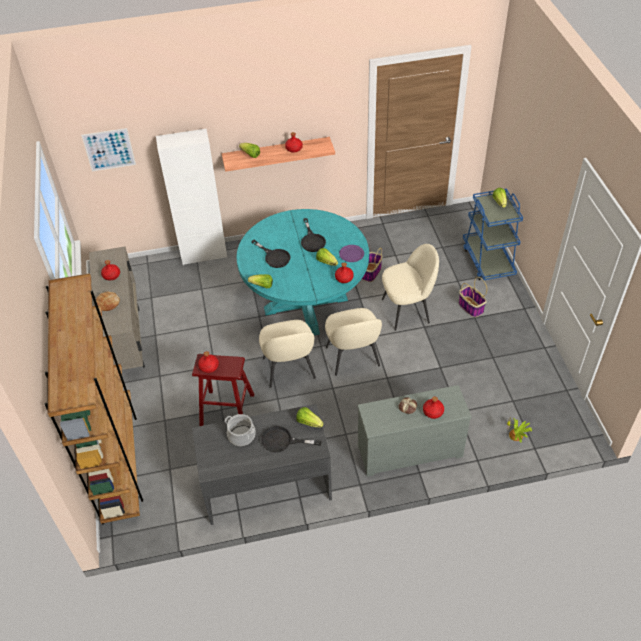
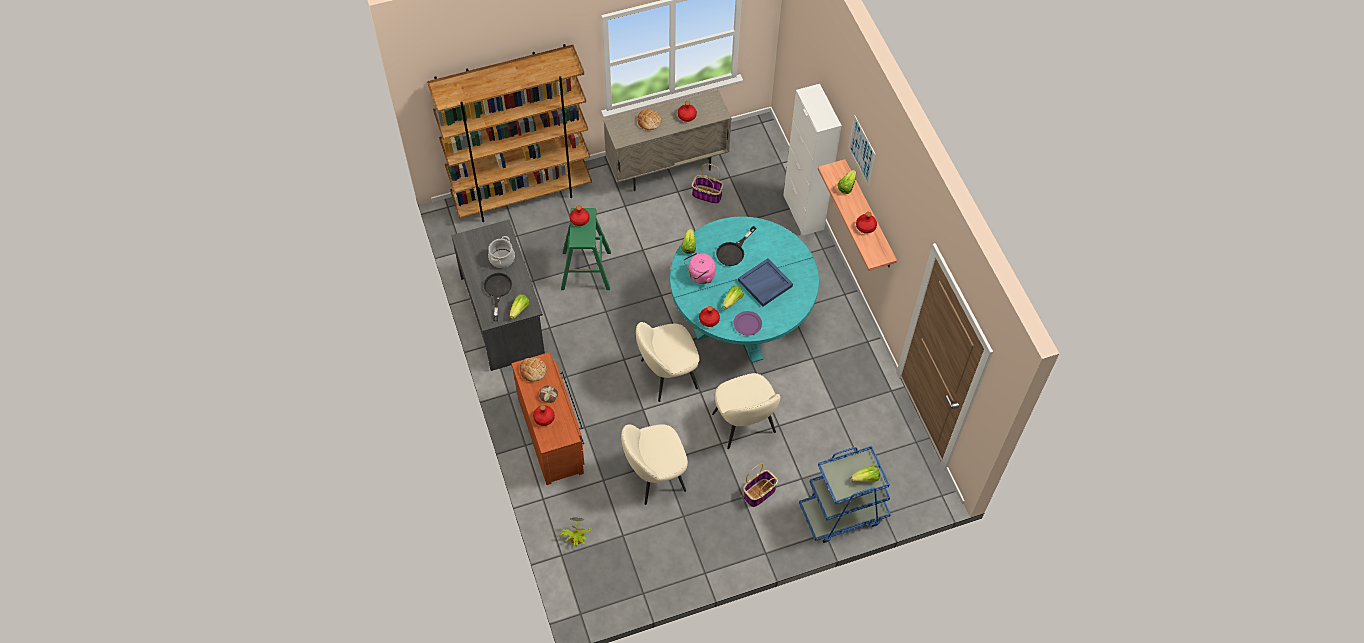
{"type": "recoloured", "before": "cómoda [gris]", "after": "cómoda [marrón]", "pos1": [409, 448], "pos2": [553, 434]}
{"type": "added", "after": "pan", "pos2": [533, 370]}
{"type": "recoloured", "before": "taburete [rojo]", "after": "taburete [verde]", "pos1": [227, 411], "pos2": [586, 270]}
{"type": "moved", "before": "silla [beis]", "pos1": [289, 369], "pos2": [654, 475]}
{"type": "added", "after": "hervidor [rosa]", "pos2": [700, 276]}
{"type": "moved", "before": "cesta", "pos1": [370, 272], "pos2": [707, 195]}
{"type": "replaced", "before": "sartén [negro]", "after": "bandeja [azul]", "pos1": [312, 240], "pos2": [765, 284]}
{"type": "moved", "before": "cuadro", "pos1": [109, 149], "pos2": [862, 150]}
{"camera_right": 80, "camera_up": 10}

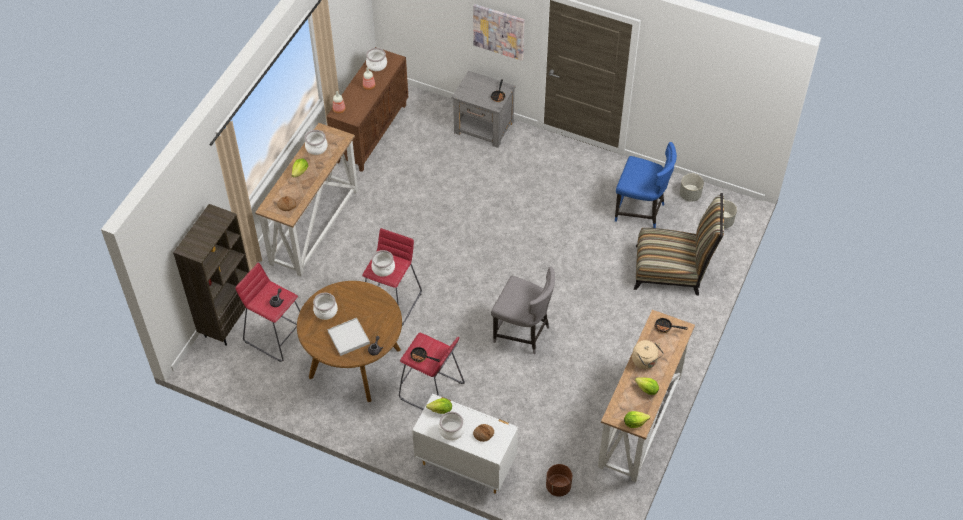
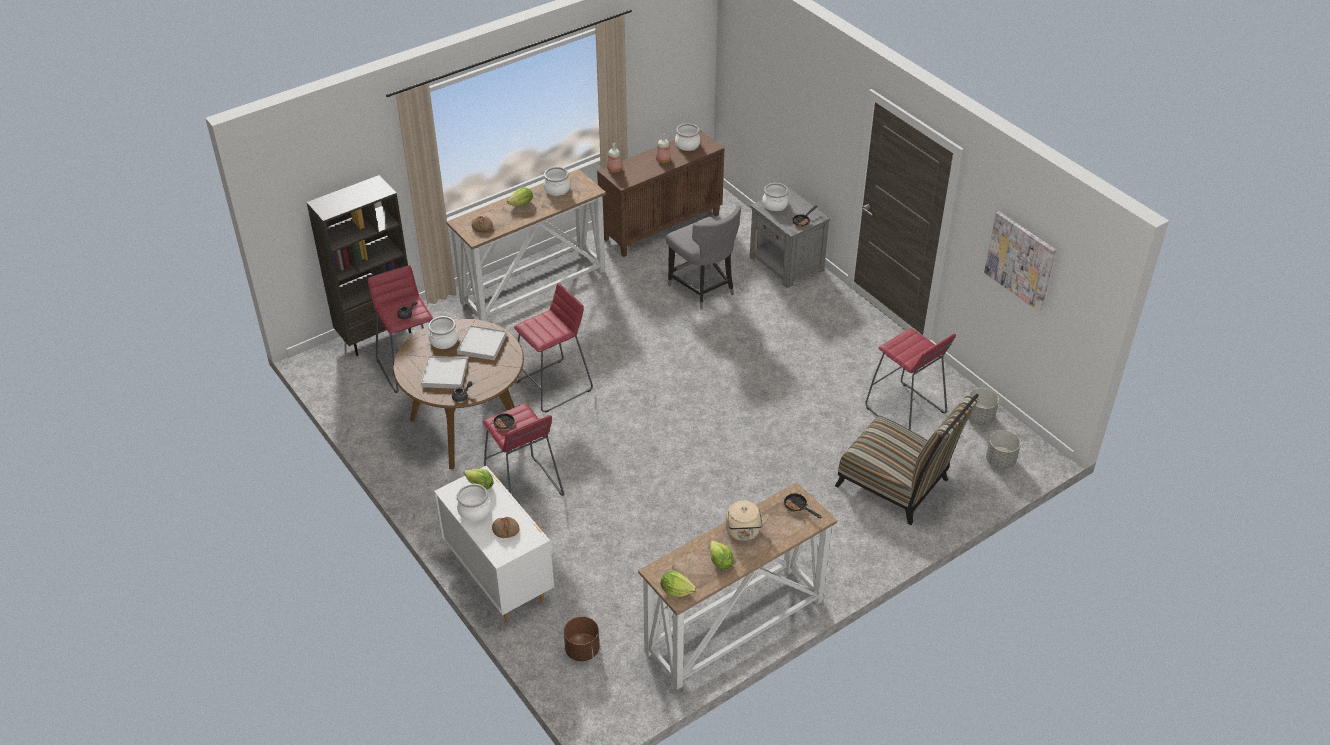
{"type": "added", "after": "bandeja [blanco]", "pos2": [482, 344]}
{"type": "moved", "before": "silla [gris]", "pos1": [523, 333], "pos2": [703, 289]}
{"type": "moved", "before": "olla", "pos1": [383, 268], "pos2": [775, 204]}
{"type": "replaced", "before": "silla [azul]", "after": "taburete [rojo]", "pos1": [641, 211], "pos2": [905, 411]}
{"type": "moved", "before": "cuadro", "pos1": [499, 31], "pos2": [1020, 260]}
{"camera_right": 30, "camera_up": -10}

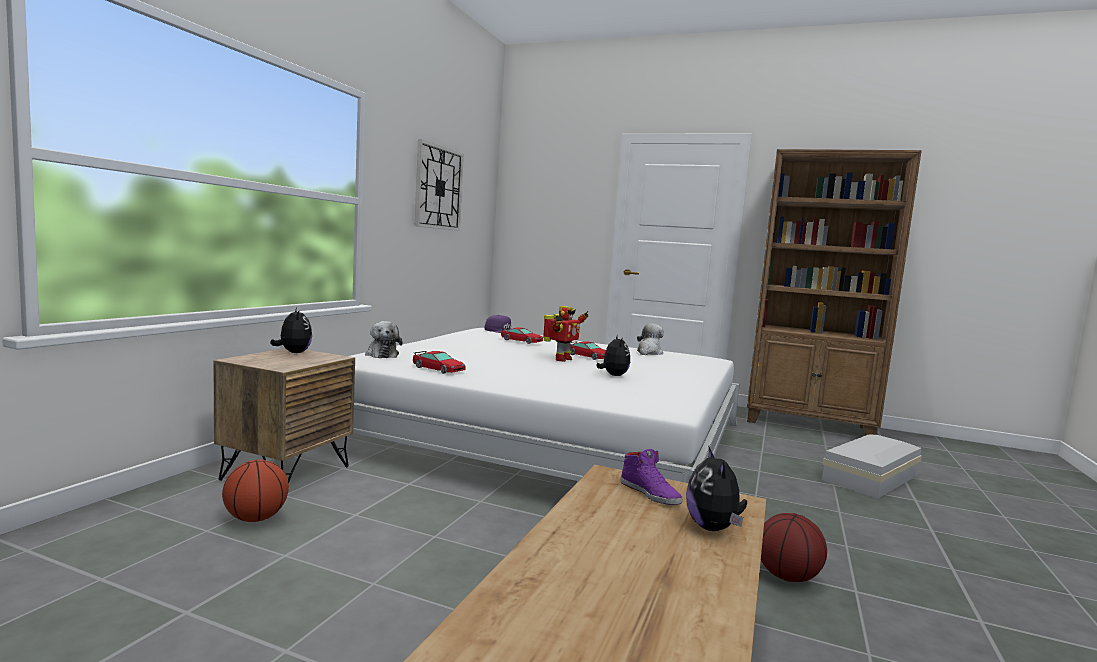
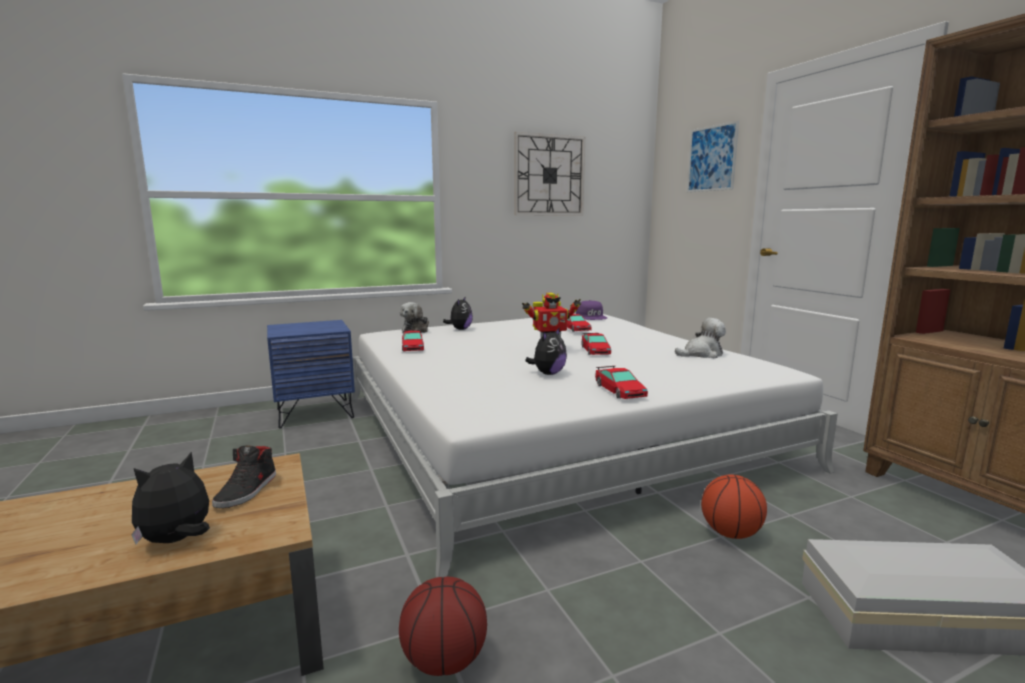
{"type": "recoloured", "before": "zapato [morado]", "after": "zapato [negro]", "pos1": [650, 493], "pos2": [247, 491]}
{"type": "recoloured", "before": "mesita de noche [marrón]", "after": "mesita de noche [azul]", "pos1": [285, 473], "pos2": [315, 413]}
{"type": "moved", "before": "peluche", "pos1": [293, 353], "pos2": [460, 329]}
{"type": "added", "after": "coche de juguete", "pos2": [619, 390]}
{"type": "added", "after": "cuadro", "pos2": [712, 158]}
{"type": "moved", "before": "balón de baloncesto", "pos1": [255, 519], "pos2": [730, 533]}
{"camera_right": 45, "camera_up": 5}

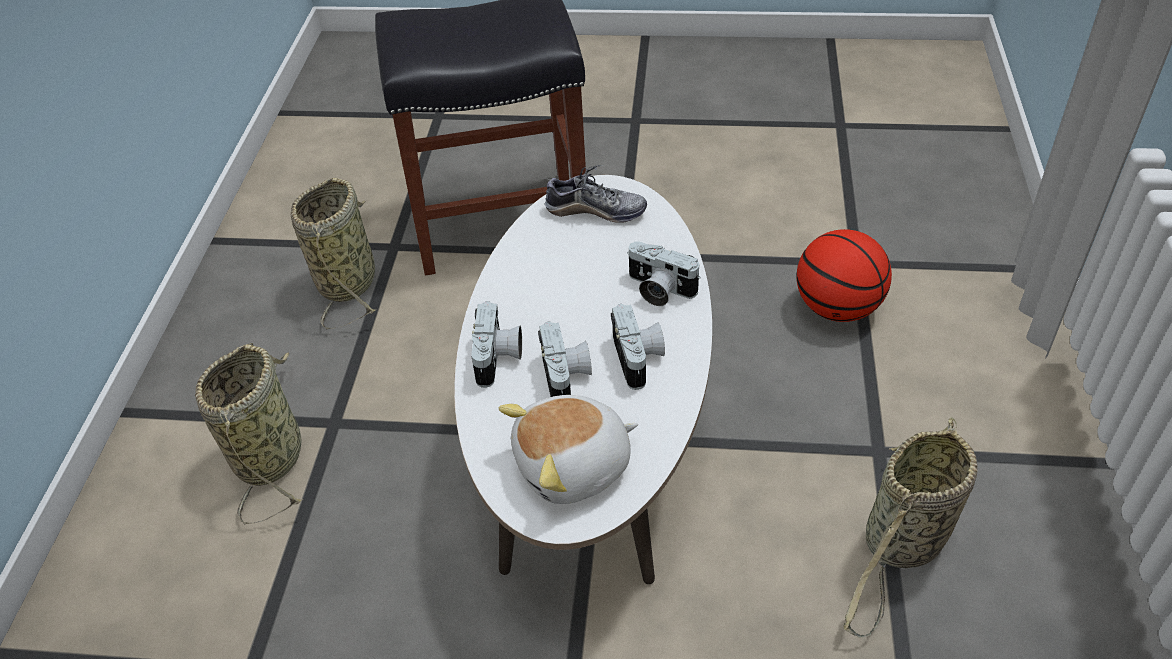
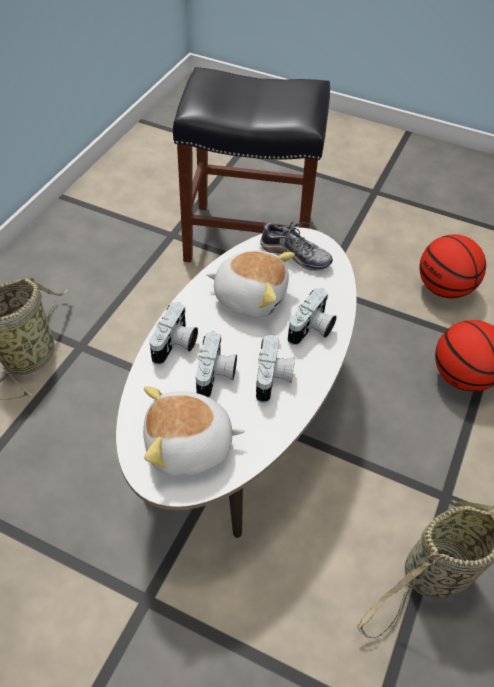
{"type": "added", "after": "peluche", "pos2": [250, 296]}
{"type": "turned", "before": "cámara", "pos1": [658, 290], "pos2": [312, 330], "turn": -105}
{"type": "added", "after": "balón de baloncesto", "pos2": [444, 288]}
{"type": "removed", "before": "cesta", "pos1": [348, 279]}
{"camera_right": 15, "camera_up": 5}

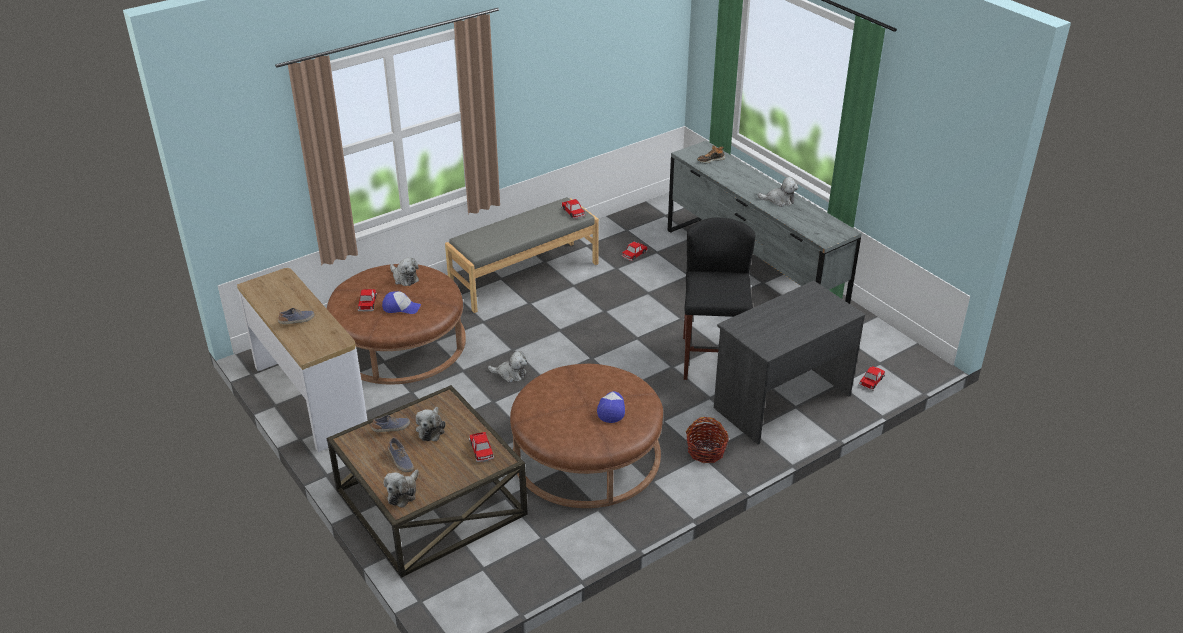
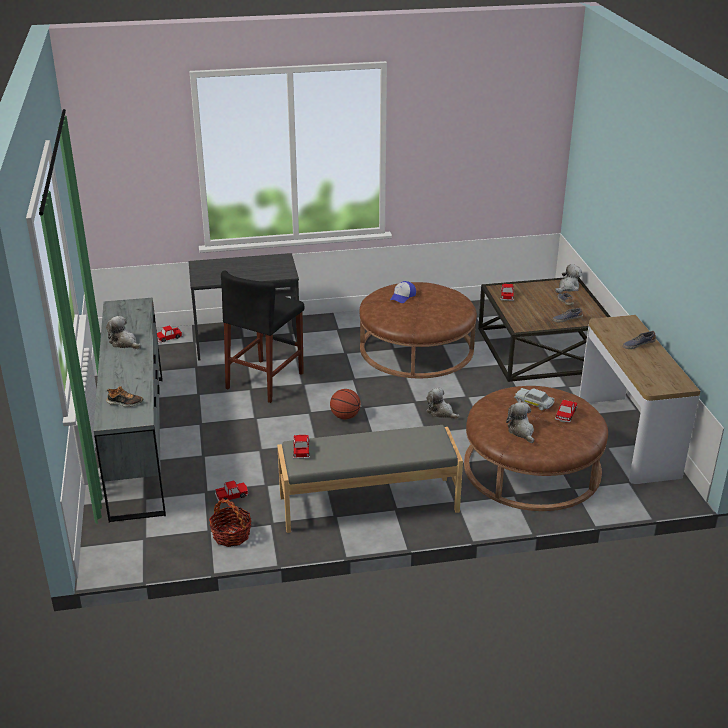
{"type": "moved", "before": "cesta", "pos1": [706, 451], "pos2": [231, 535]}
{"type": "added", "after": "balón de baloncesto", "pos2": [345, 416]}
{"type": "replaced", "before": "gorra", "after": "coche de juguete [blanco]", "pos1": [401, 307], "pos2": [533, 403]}
{"type": "removed", "before": "peluche", "pos1": [431, 429]}
{"camera_right": -155, "camera_up": -5}

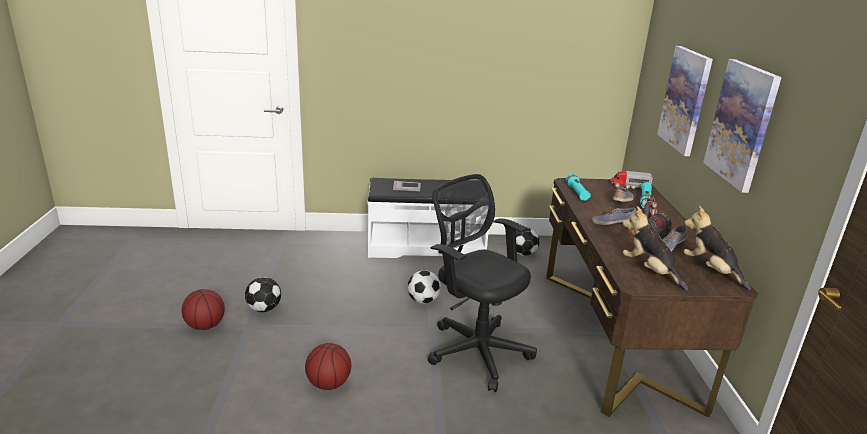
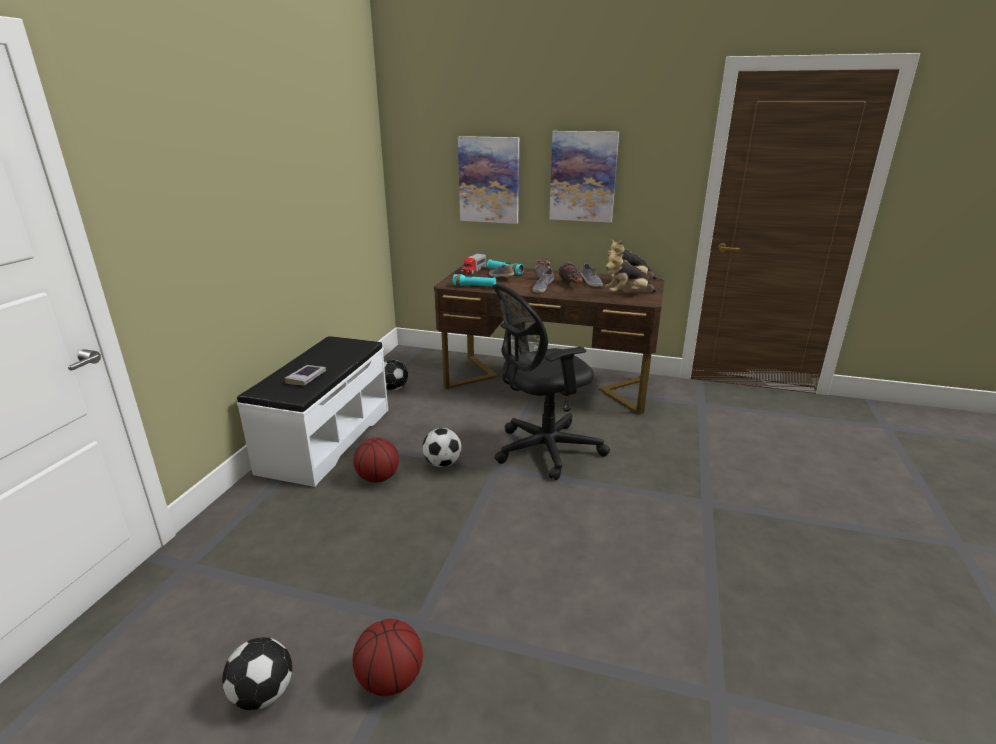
{"type": "moved", "before": "balón de fútbol", "pos1": [264, 309], "pos2": [263, 693]}
{"type": "moved", "before": "balón de baloncesto", "pos1": [329, 384], "pos2": [378, 478]}
{"camera_right": -70, "camera_up": 0}

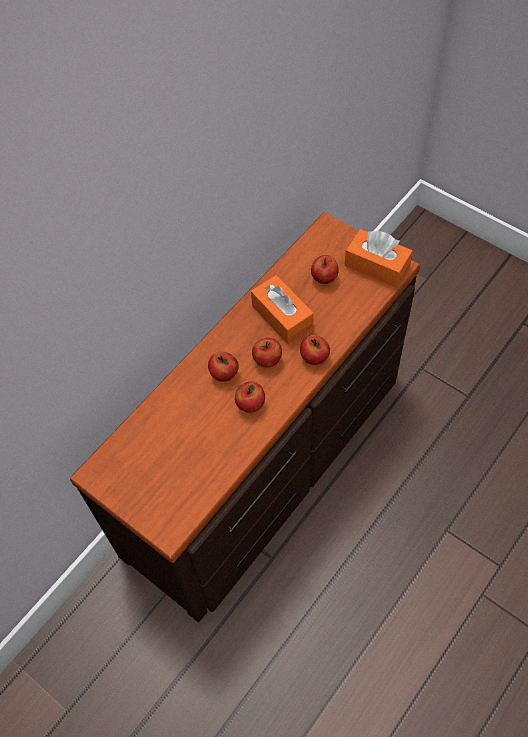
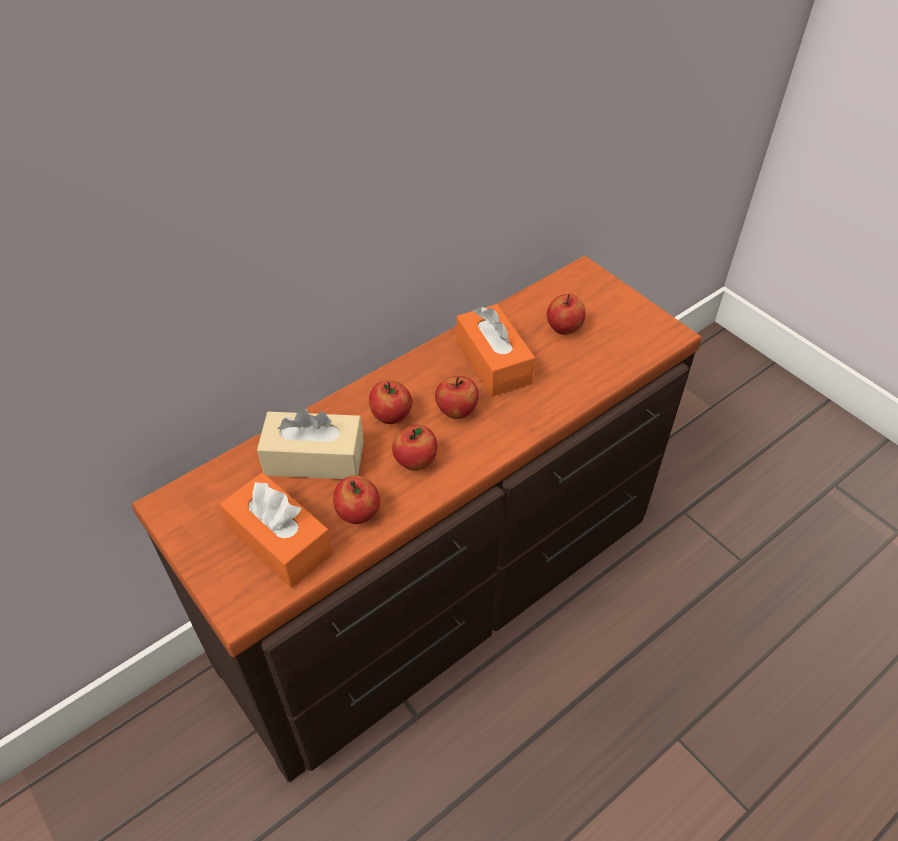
{"type": "moved", "before": "caja de pañuelos [naranja]", "pos1": [377, 266], "pos2": [279, 541]}
{"type": "added", "after": "caja de pañuelos [beis]", "pos2": [314, 458]}
{"type": "moved", "before": "manzana", "pos1": [314, 358], "pos2": [358, 514]}
{"camera_right": 10, "camera_up": -10}

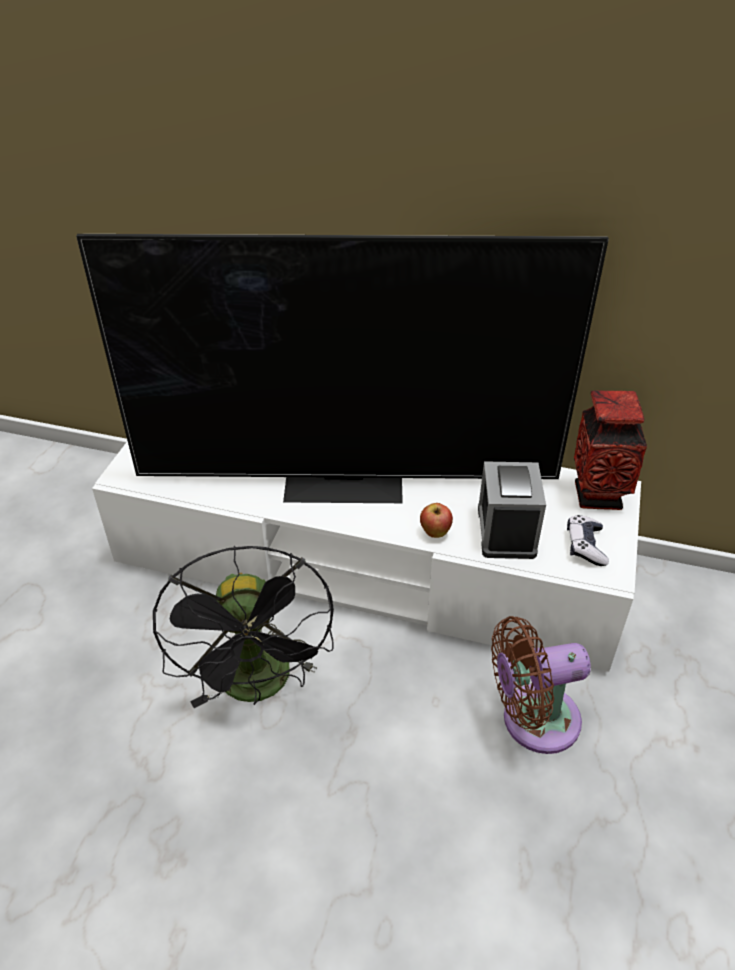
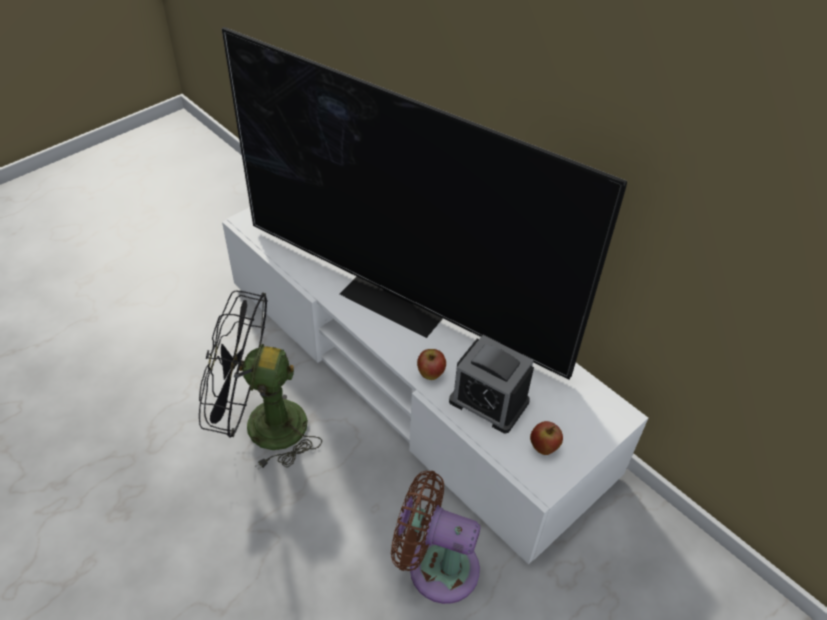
{"type": "turned", "before": "ventilador [negro]", "pos1": [259, 686], "pos2": [261, 426], "turn": 75}
{"type": "turned", "before": "despertador", "pos1": [506, 531], "pos2": [488, 401], "turn": -90}
{"type": "replaced", "before": "mando de consola", "after": "manzana", "pos1": [585, 546], "pos2": [543, 448]}
{"type": "removed", "before": "florero", "pos1": [597, 495]}
{"camera_right": 30, "camera_up": 5}

